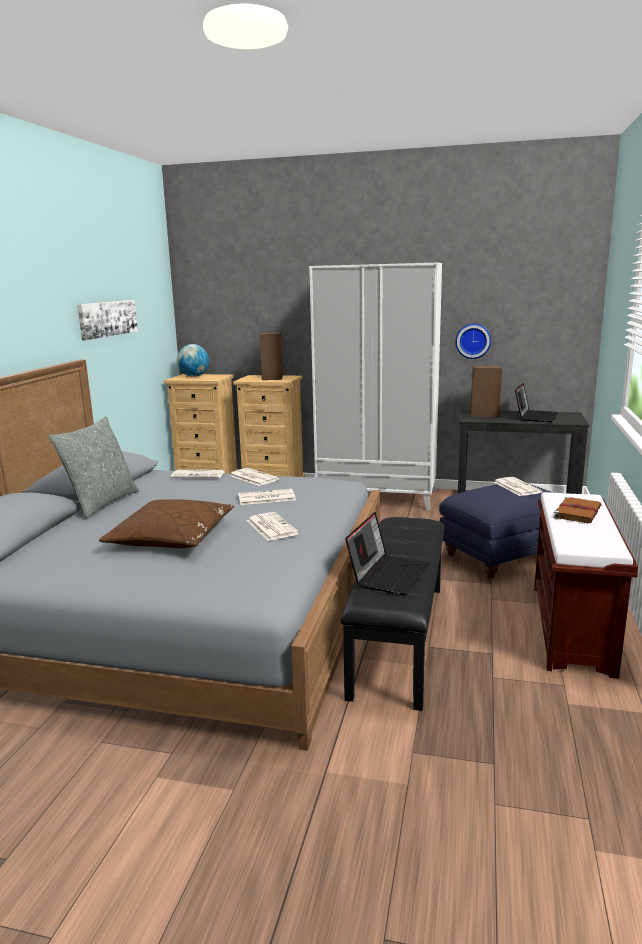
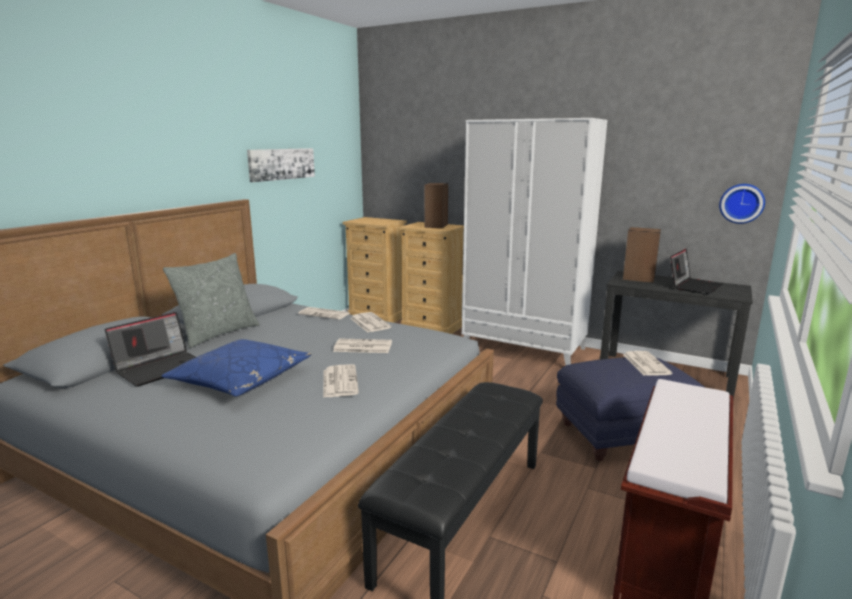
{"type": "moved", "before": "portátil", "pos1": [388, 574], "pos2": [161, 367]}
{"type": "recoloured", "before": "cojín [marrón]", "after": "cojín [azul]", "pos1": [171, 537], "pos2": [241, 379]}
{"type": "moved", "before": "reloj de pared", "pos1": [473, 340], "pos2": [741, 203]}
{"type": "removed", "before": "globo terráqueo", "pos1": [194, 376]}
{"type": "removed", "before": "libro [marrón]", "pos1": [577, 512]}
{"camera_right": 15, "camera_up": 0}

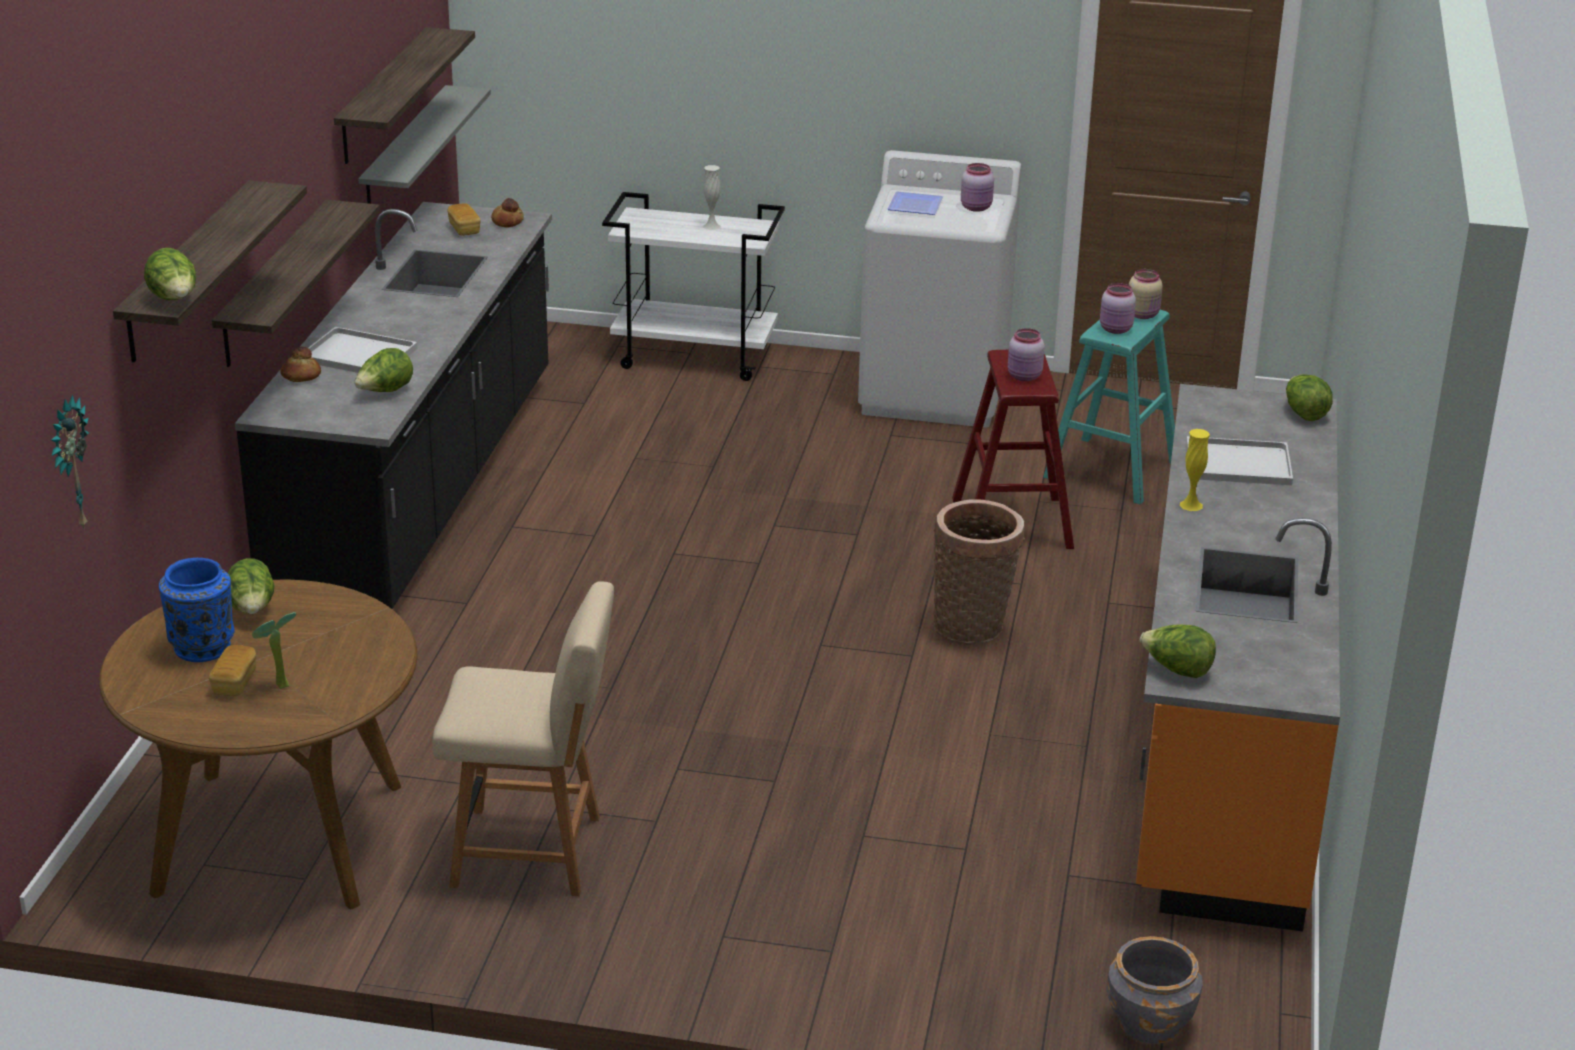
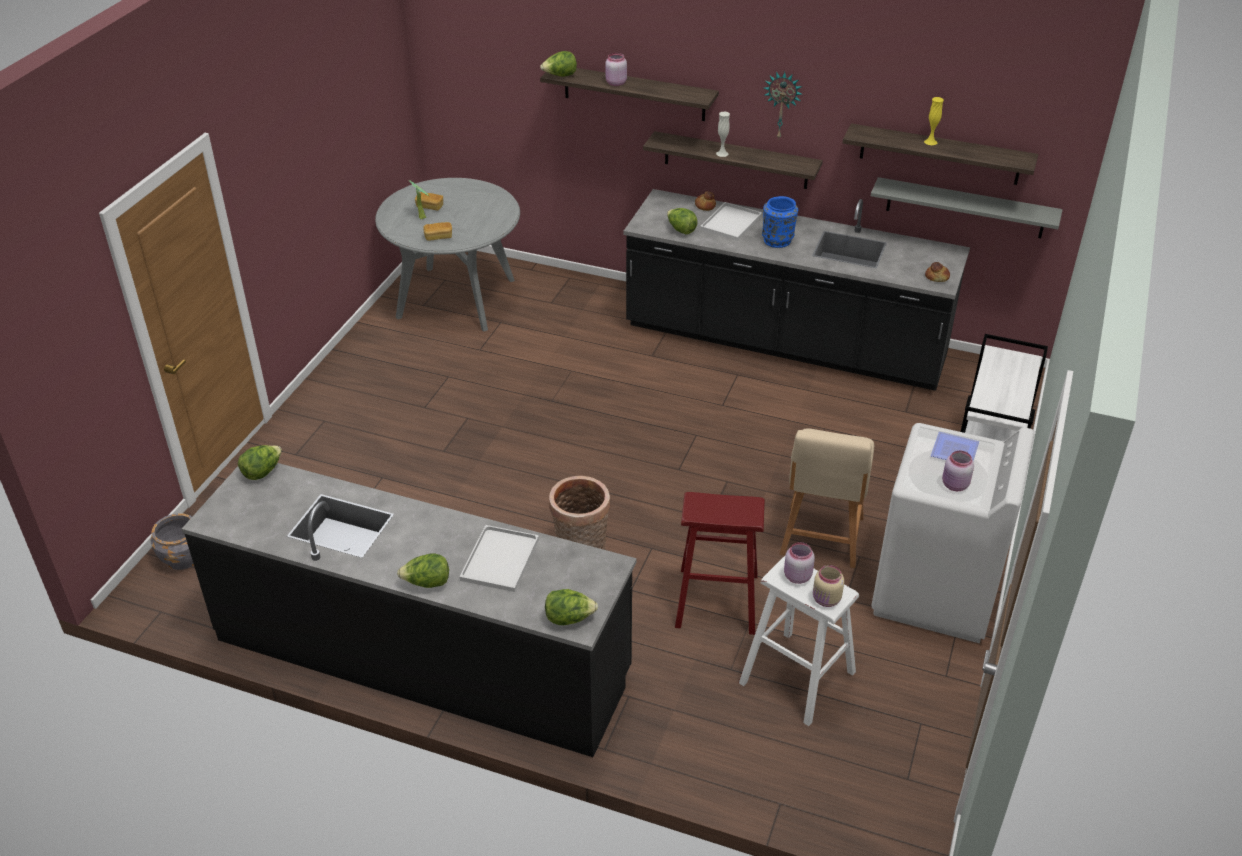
{"type": "recoloured", "before": "mueble bajo de cocina [naranja]", "after": "mueble bajo de cocina [negro]", "pos1": [1224, 732], "pos2": [423, 655]}
{"type": "recoloured", "before": "mesa de comedor [marrón]", "after": "mesa de comedor [gris]", "pos1": [279, 838], "pos2": [456, 298]}
{"type": "moved", "before": "lechuga", "pos1": [252, 610], "pos2": [427, 583]}
{"type": "moved", "before": "pan", "pos1": [464, 229], "pos2": [438, 237]}
{"type": "moved", "before": "tarro [rosa]", "pos1": [1025, 377], "pos2": [615, 83]}
{"type": "moved", "before": "florero [blanco]", "pos1": [711, 226], "pos2": [722, 153]}
{"type": "recoloured", "before": "taburete [turquesa]", "after": "taburete [blanco]", "pos1": [1111, 470], "pos2": [797, 677]}
{"type": "moved", "before": "florero [azul]", "pos1": [202, 646], "pos2": [778, 240]}
{"type": "moved", "before": "reloj de pared", "pos1": [68, 464], "pos2": [782, 104]}
{"type": "moved", "before": "silla [beis]", "pos1": [533, 852], "pos2": [821, 538]}
{"type": "moved", "before": "florero [amarillo]", "pos1": [1191, 505], "pos2": [930, 142]}
{"camera_right": 100, "camera_up": 10}

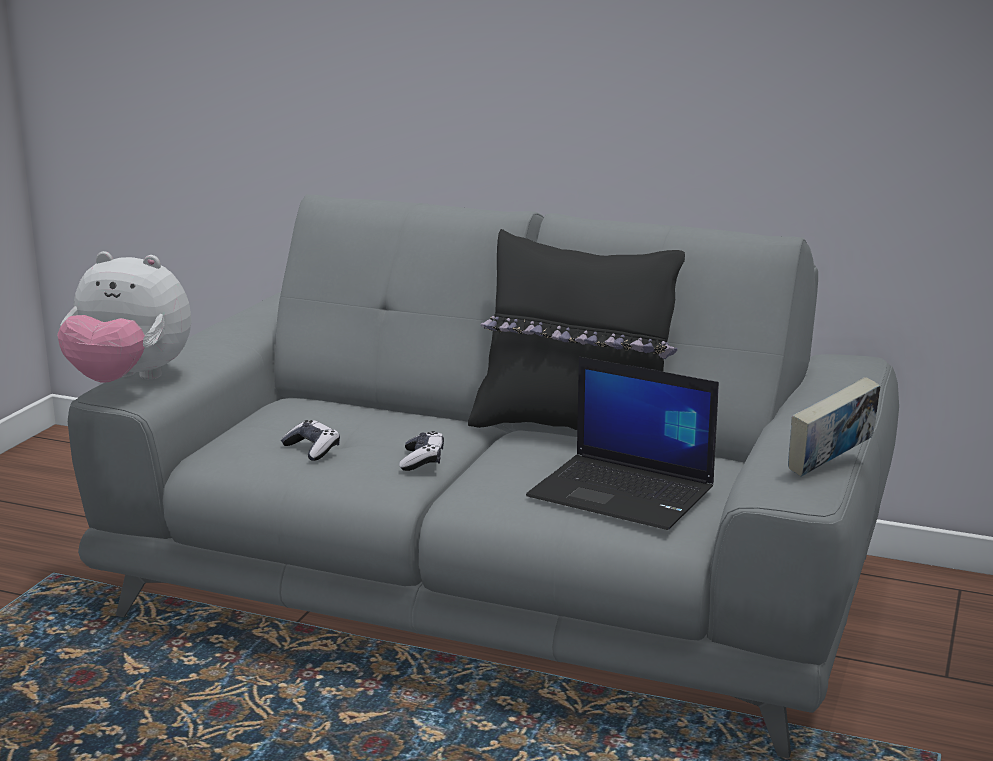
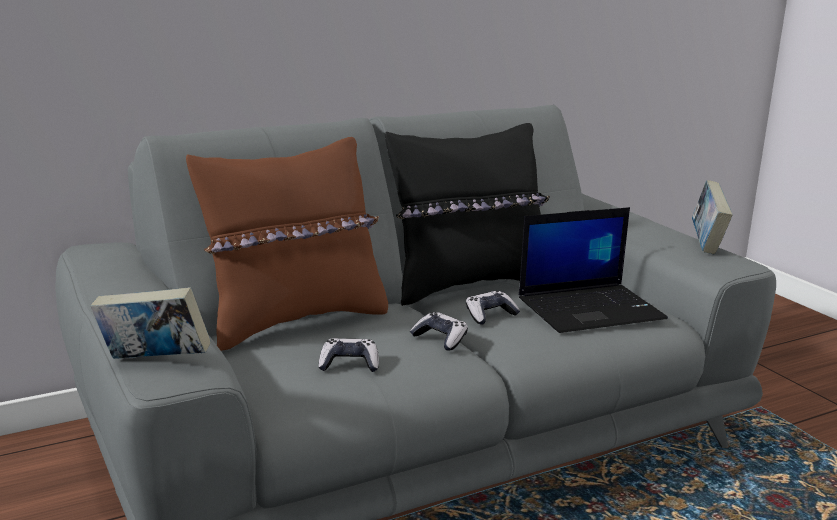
{"type": "replaced", "before": "peluche", "after": "libro", "pos1": [129, 381], "pos2": [154, 362]}
{"type": "added", "after": "cojín [marrón]", "pos2": [295, 321]}
{"type": "added", "after": "mando de consola", "pos2": [490, 315]}
{"camera_right": -50, "camera_up": 0}

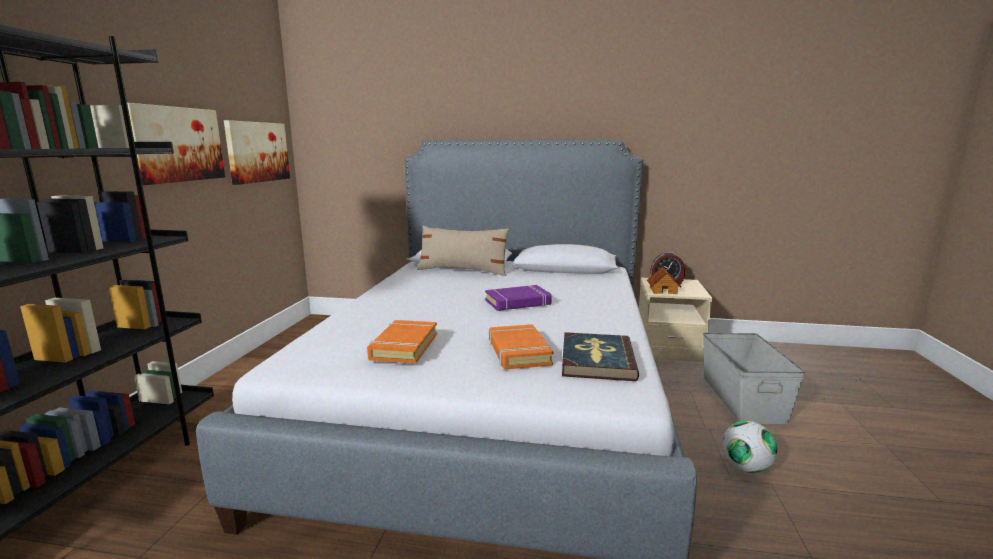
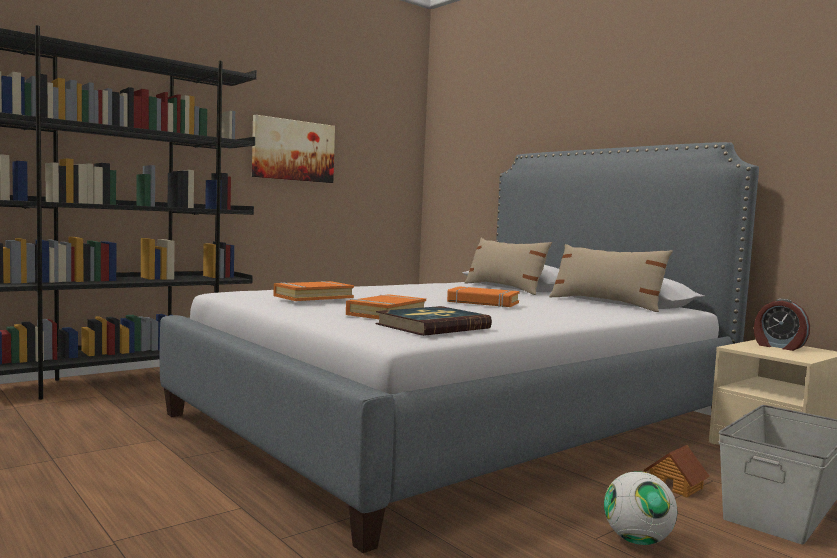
{"type": "recoloured", "before": "libro [morado]", "after": "libro [naranja]", "pos1": [518, 302], "pos2": [483, 302]}
{"type": "added", "after": "cojín [beis]", "pos2": [605, 303]}
{"type": "moved", "before": "casita", "pos1": [663, 290], "pos2": [676, 486]}
{"type": "removed", "before": "cuadro", "pos1": [257, 152]}
{"camera_right": 40, "camera_up": -10}

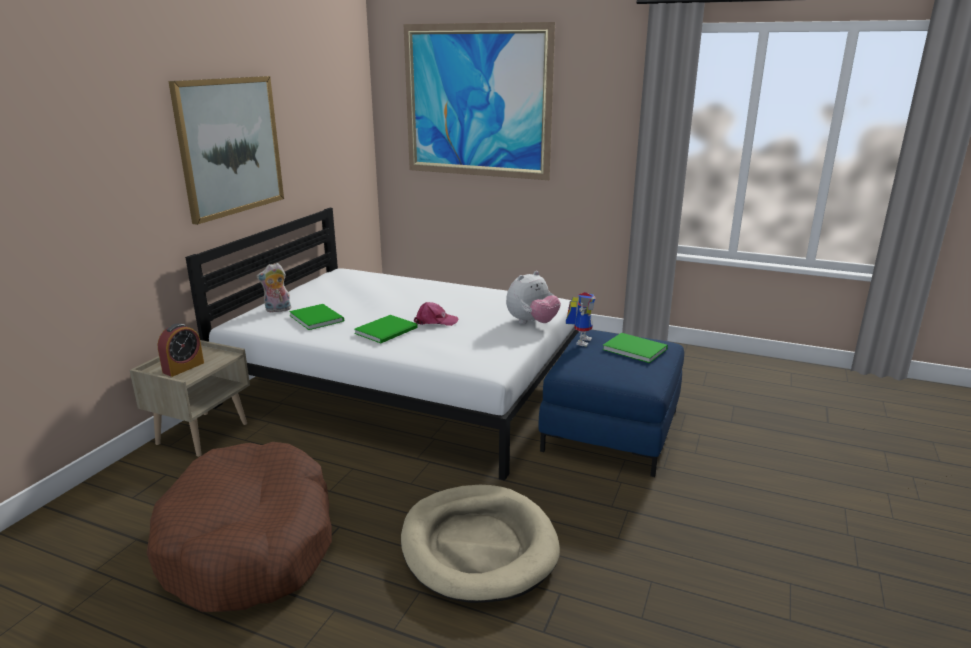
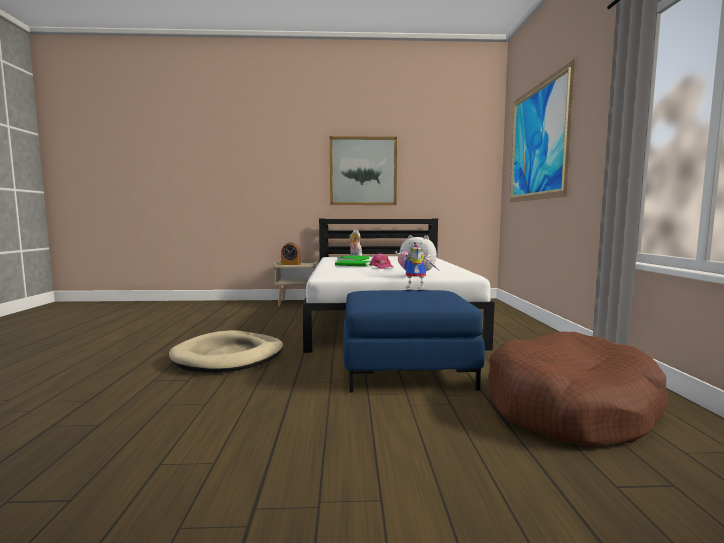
{"type": "moved", "before": "cama para perro [marrón]", "pos1": [250, 544], "pos2": [570, 407]}
{"type": "removed", "before": "libro [verde]", "pos1": [633, 348]}
{"camera_right": 65, "camera_up": -15}

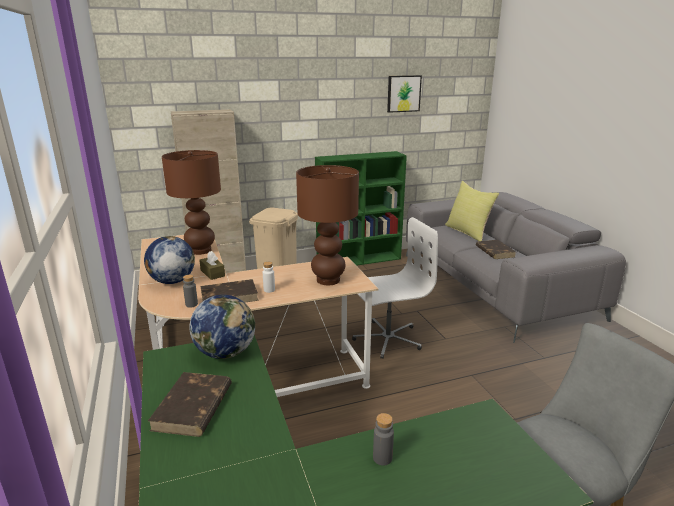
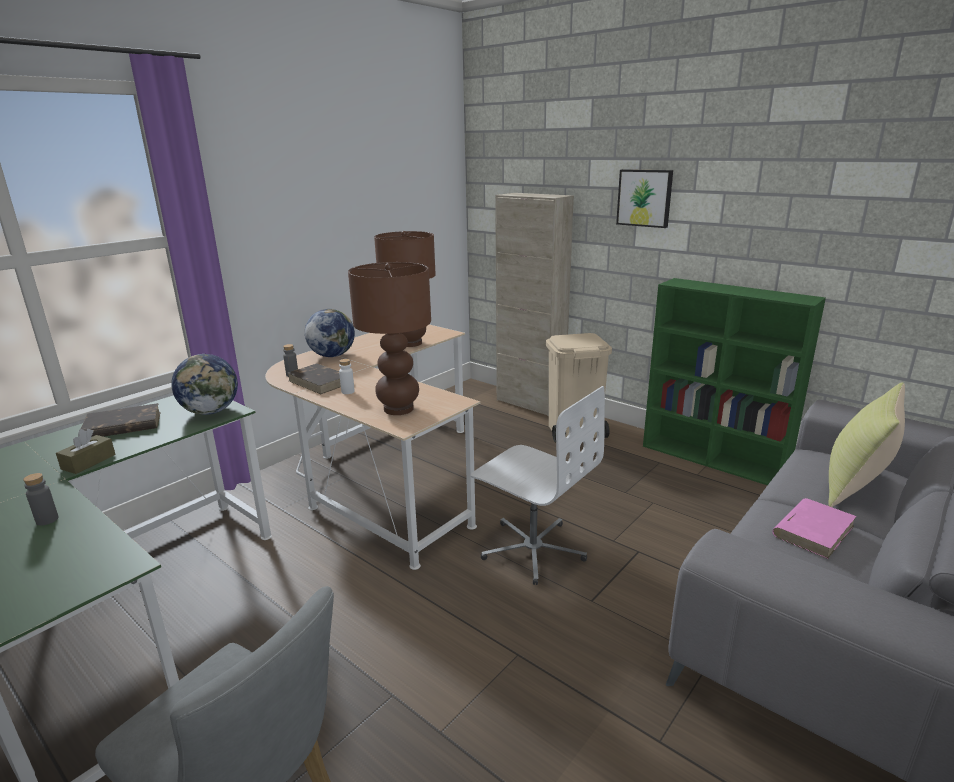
{"type": "moved", "before": "caja de pañuelos [marrón]", "pos1": [212, 273], "pos2": [88, 462]}
{"type": "moved", "before": "cuadro", "pos1": [403, 93], "pos2": [645, 198]}
{"type": "recoloured", "before": "libro [marrón]", "after": "libro [rosa]", "pos1": [494, 251], "pos2": [813, 530]}
{"camera_right": 60, "camera_up": 0}

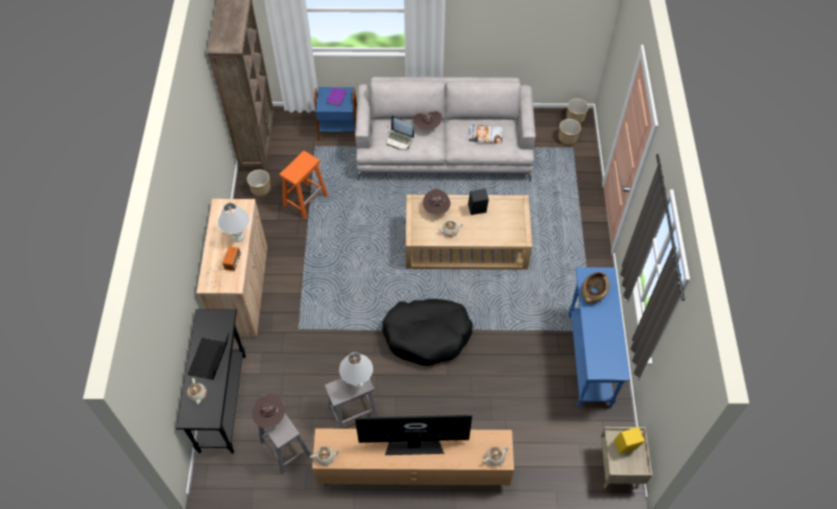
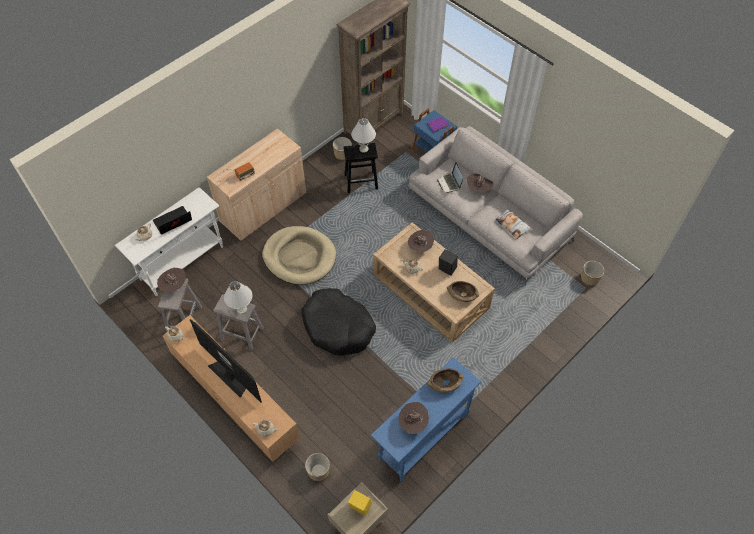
{"type": "recoloured", "before": "mesa consola [negro]", "after": "mesa consola [blanco]", "pos1": [223, 402], "pos2": [182, 263]}
{"type": "added", "after": "cama para perro [beis]", "pos2": [299, 257]}
{"type": "moved", "before": "maceta", "pos1": [575, 118], "pos2": [318, 471]}
{"type": "recoloured", "before": "taburete [naranja]", "after": "taburete [negro]", "pos1": [306, 200], "pos2": [361, 181]}
{"type": "moved", "before": "lámpara de mesa [blanco]", "pos1": [238, 237], "pos2": [364, 149]}
{"type": "added", "after": "sombrero [marrón]", "pos2": [413, 422]}
{"type": "added", "after": "cuenco [marrón]", "pos2": [462, 295]}
{"camera_right": 45, "camera_up": 0}

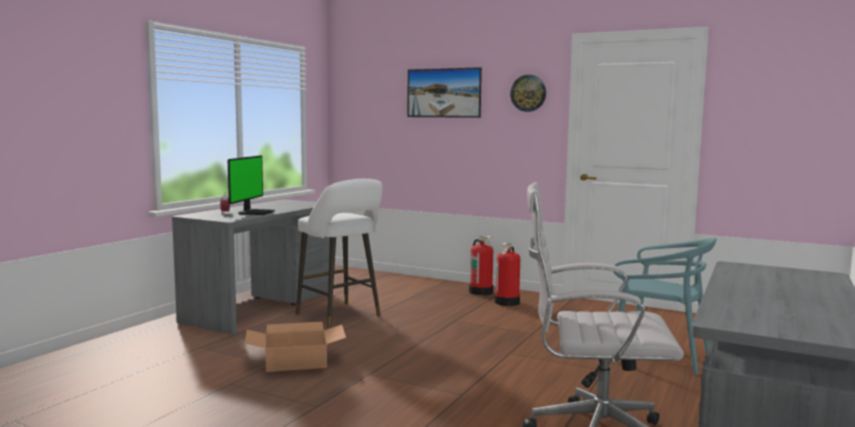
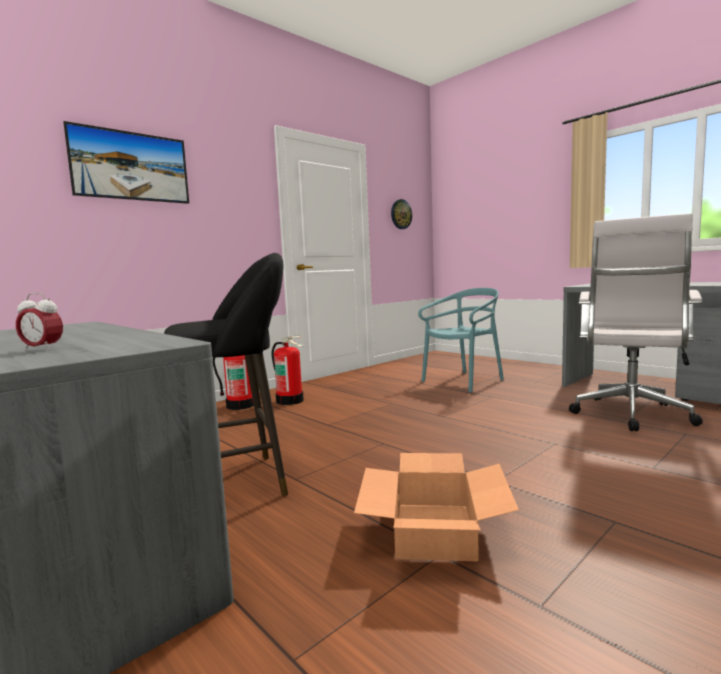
{"type": "recoloured", "before": "taburete [blanco]", "after": "taburete [negro]", "pos1": [341, 316], "pos2": [237, 482]}
{"type": "moved", "before": "reloj de pared", "pos1": [528, 93], "pos2": [401, 214]}
{"type": "removed", "before": "monitor", "pos1": [255, 212]}
{"camera_right": -70, "camera_up": 0}

